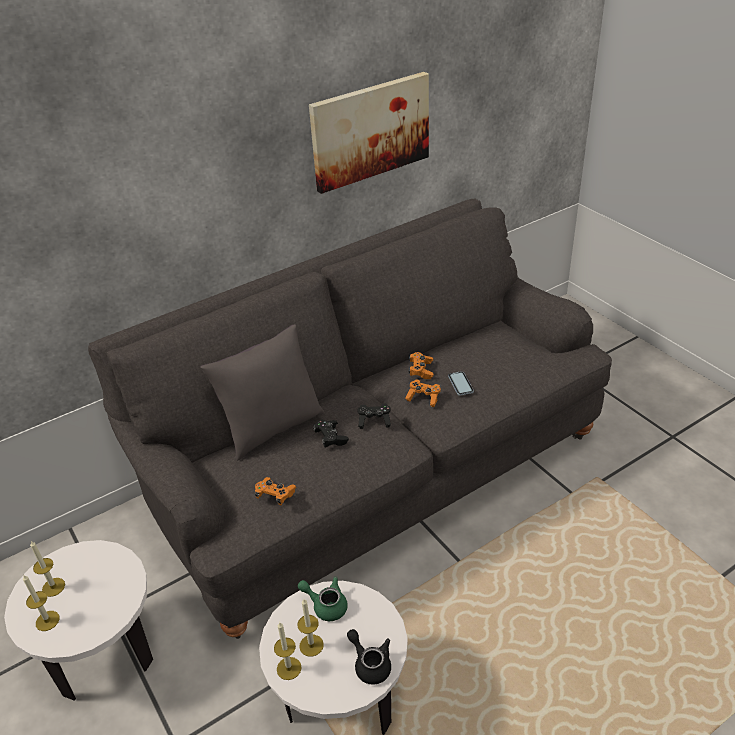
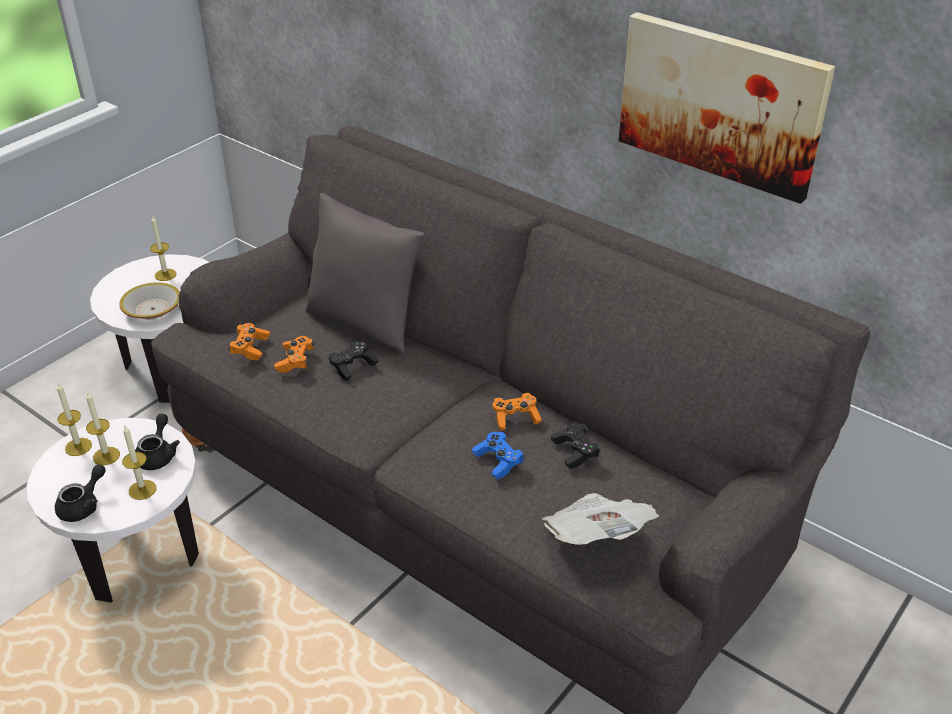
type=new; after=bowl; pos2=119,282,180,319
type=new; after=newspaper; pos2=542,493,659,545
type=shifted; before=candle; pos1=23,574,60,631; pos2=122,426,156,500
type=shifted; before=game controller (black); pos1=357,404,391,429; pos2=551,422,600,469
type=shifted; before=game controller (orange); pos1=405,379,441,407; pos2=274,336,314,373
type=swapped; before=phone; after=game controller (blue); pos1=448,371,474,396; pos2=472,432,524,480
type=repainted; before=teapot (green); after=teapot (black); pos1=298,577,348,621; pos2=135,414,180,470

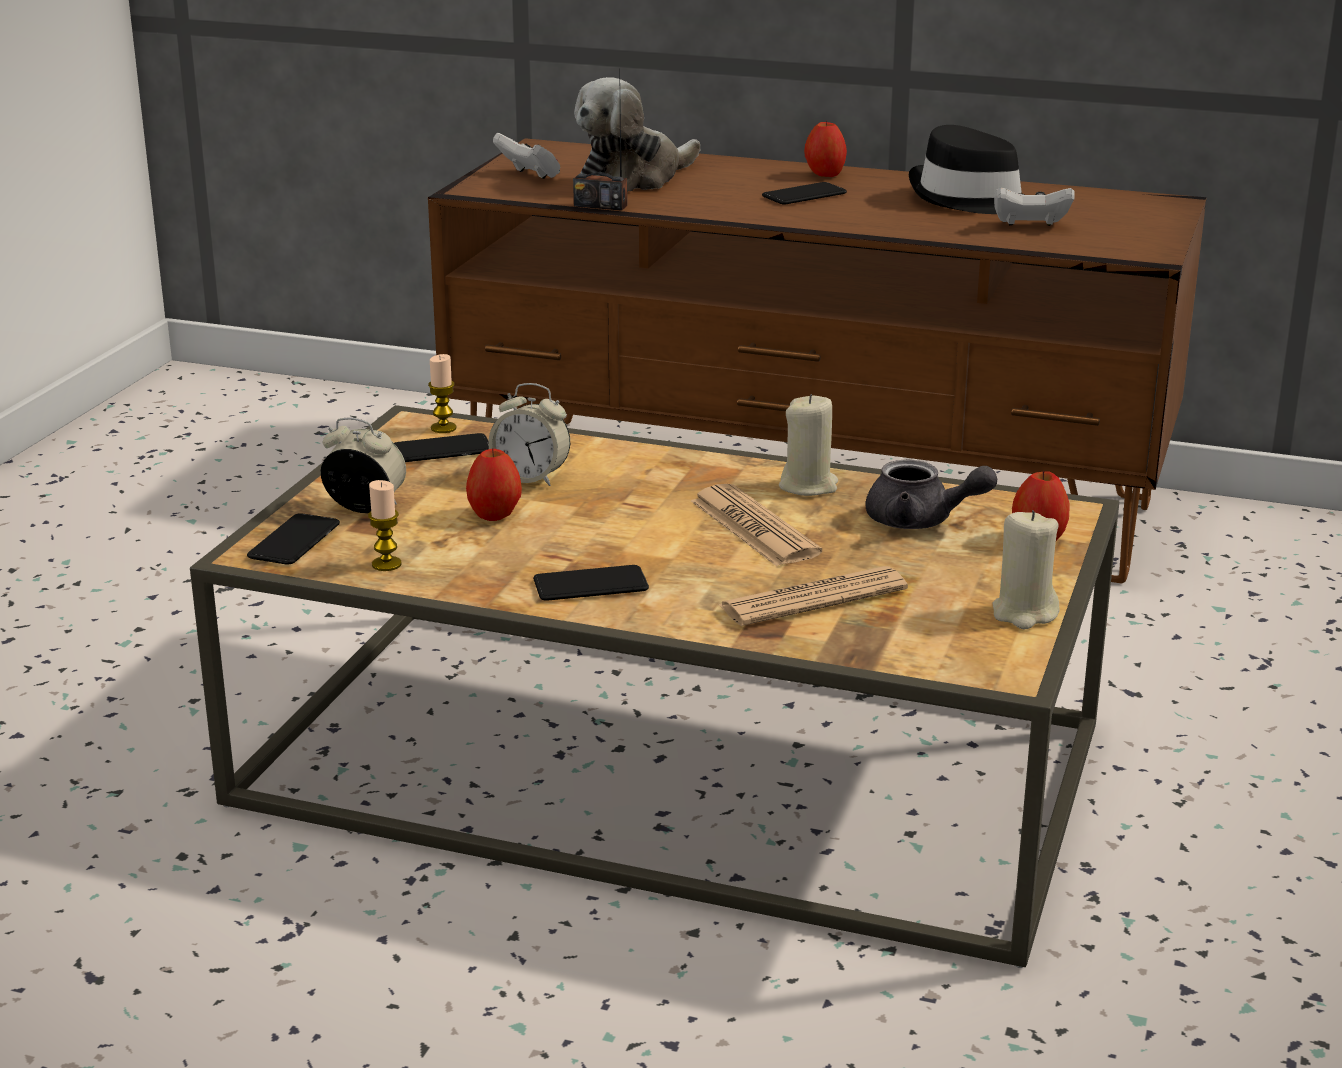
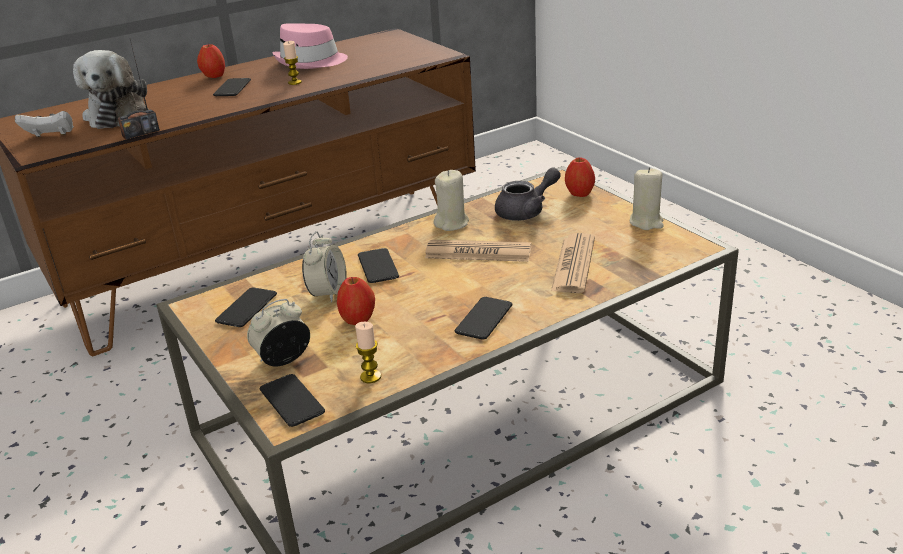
type=gone; before=game controller (white); pos1=994,187,1075,226
type=new; after=phone; pos2=358,248,399,283
type=shifted; before=candle; pos1=428,354,457,433; pos2=283,41,302,85
type=repainted; before=hat (black); after=hat (pink); pos1=909,125,1022,214; pos2=272,23,348,69
type=rotated; before=alarm clock; pos1=488,383,570,486; pos2=302,231,347,303; turn=-45

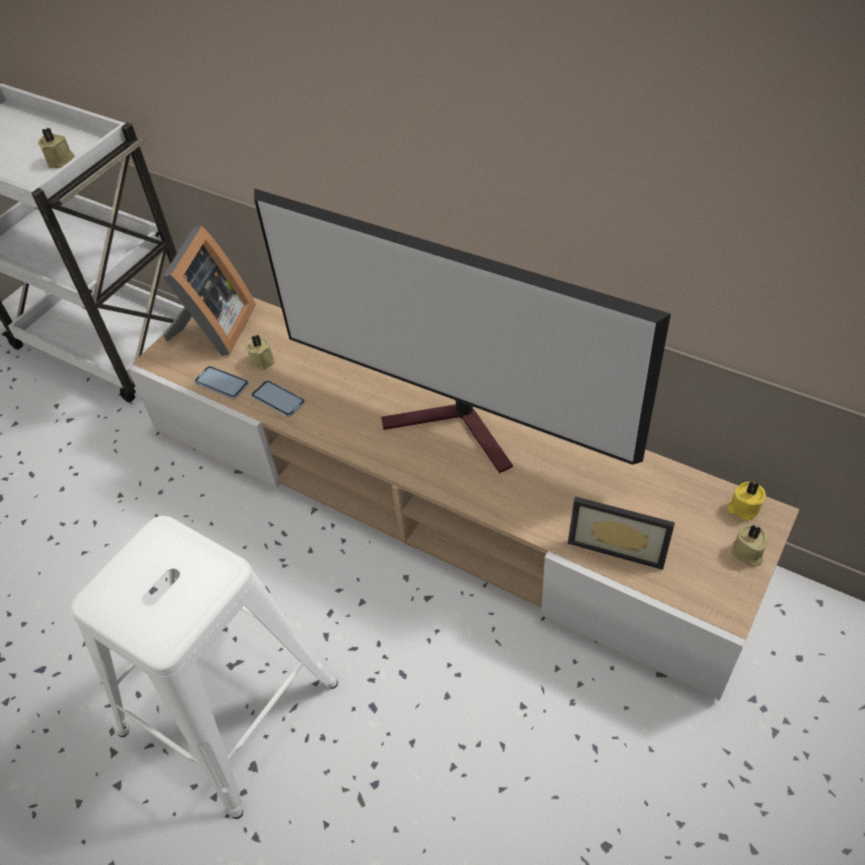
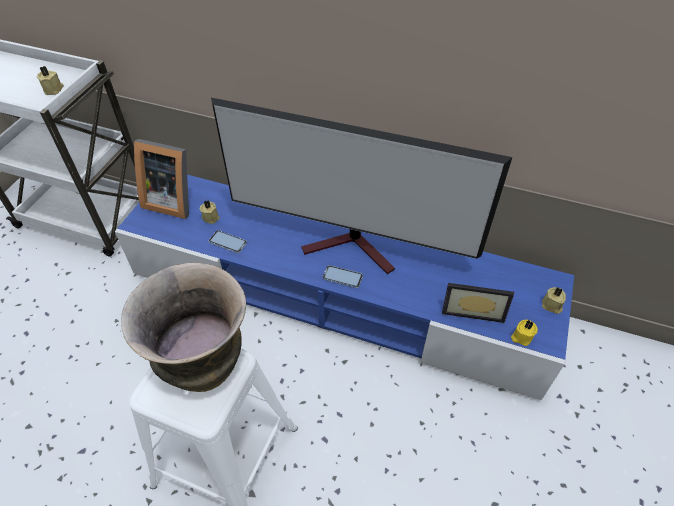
type=new; after=vase; pos2=121,262,246,392
type=shifted; before=phone; pos1=195,366,249,399; pos2=323,265,363,288
type=shifted; before=candle (yellow); pos1=727,482,766,521; pos2=511,320,538,346
type=repainted; before=tv stand (beige); after=tv stand (blue); pos1=127,297,800,701; pos2=115,175,574,400
type=rotated; before=picture frame; pos1=163,226,256,356; pos2=134,139,189,219; turn=105

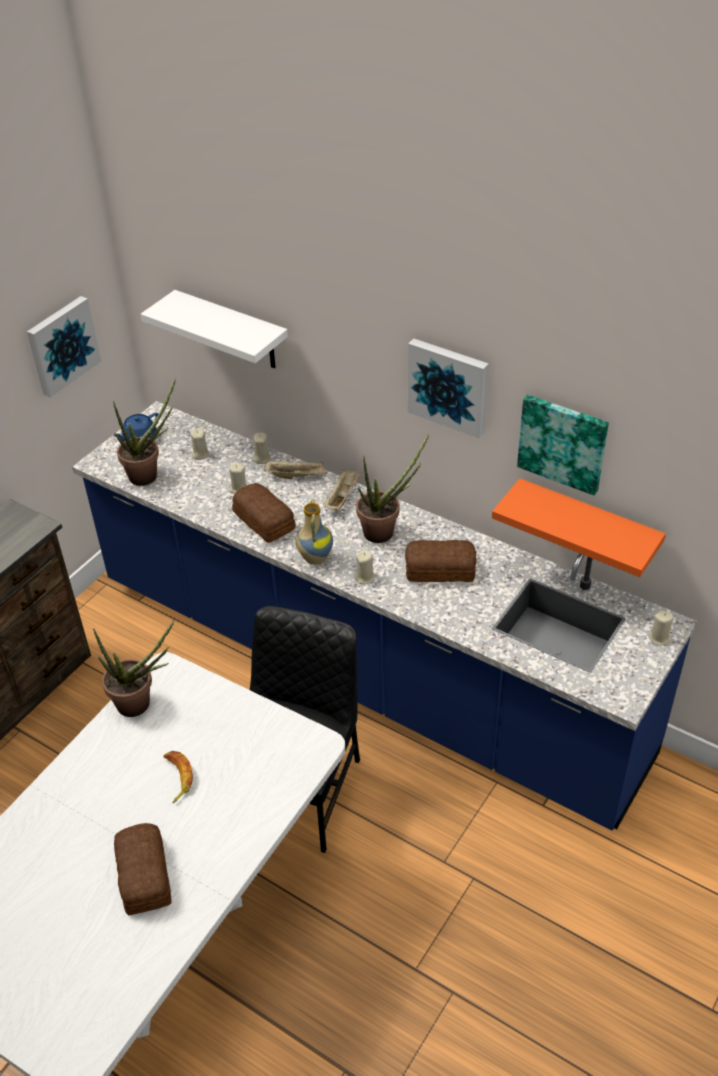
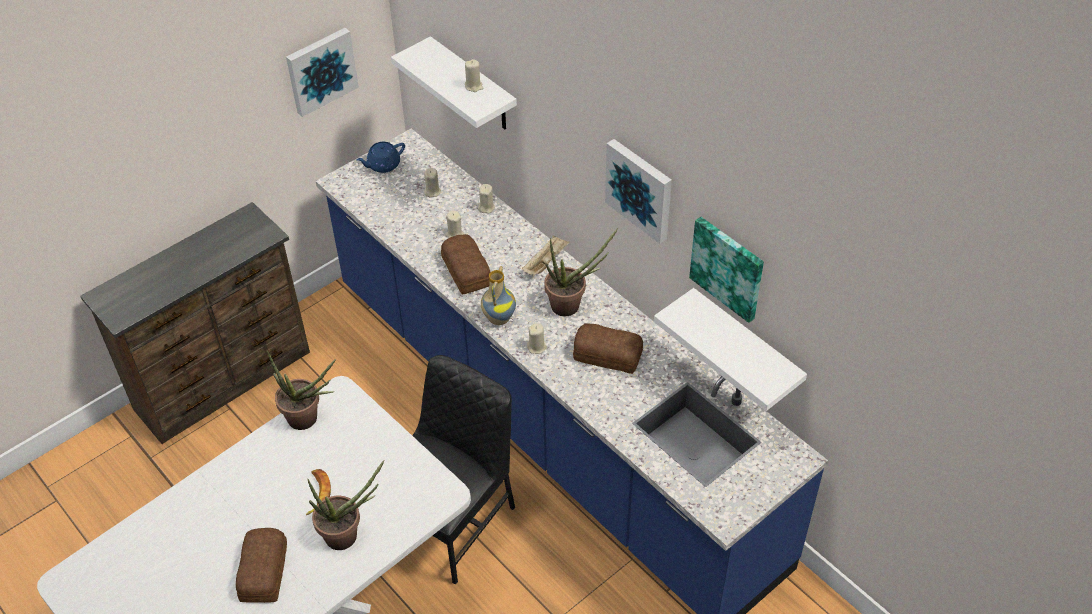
type=gone; before=tray (beige); pos1=264,460,324,479
type=shifted; before=potted plant; pos1=113,378,176,486; pos2=307,460,384,550
type=shifted; before=candle (beige); pos1=648,610,674,646; pos2=465,59,483,92
type=repainted; before=shelf (orange); after=shelf (white); pos1=492,478,666,577; pos2=654,288,807,411

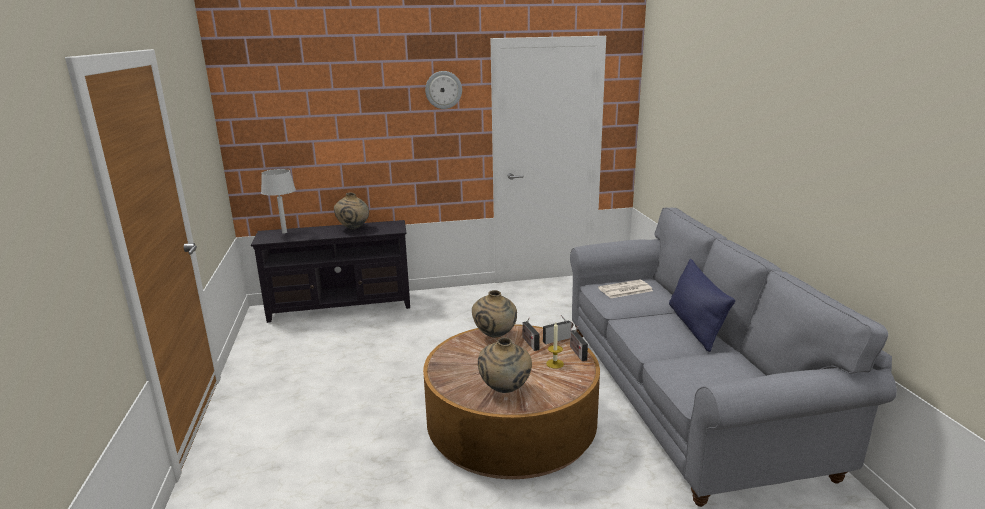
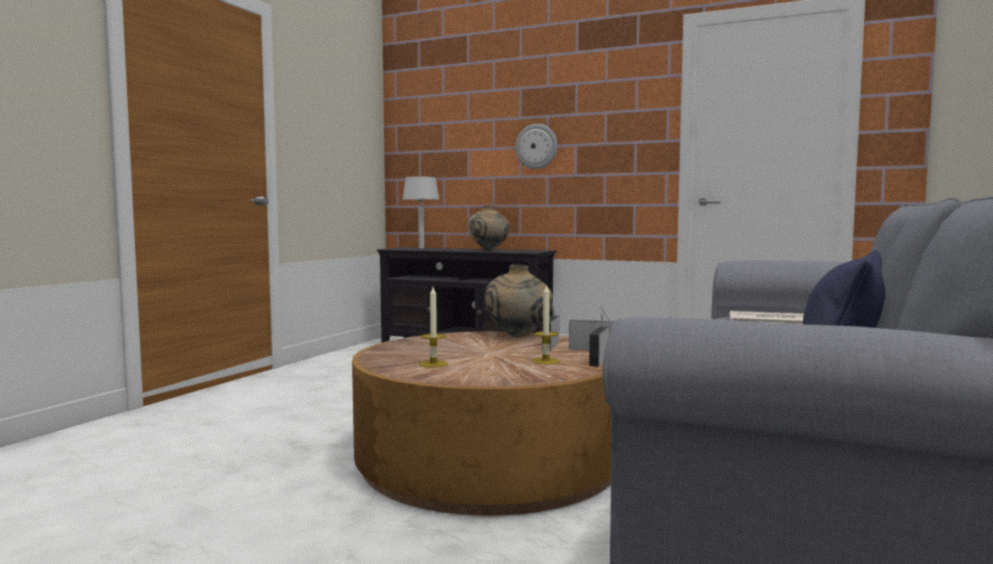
type=shifted; before=wall clock; pos1=425,71,462,109; pos2=516,124,557,169
type=swapped; before=vase (beige); after=candle; pos1=478,337,532,393; pos2=419,287,448,368

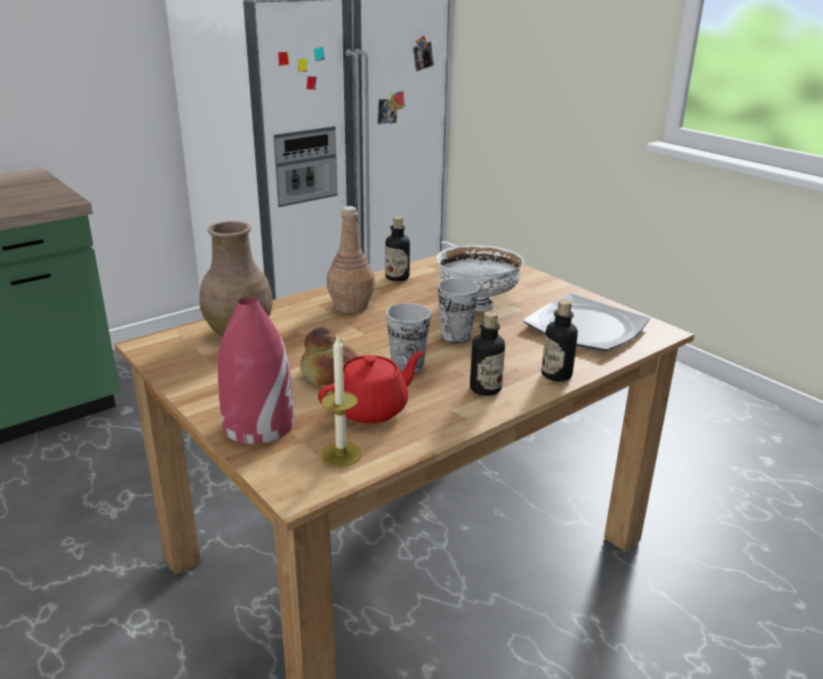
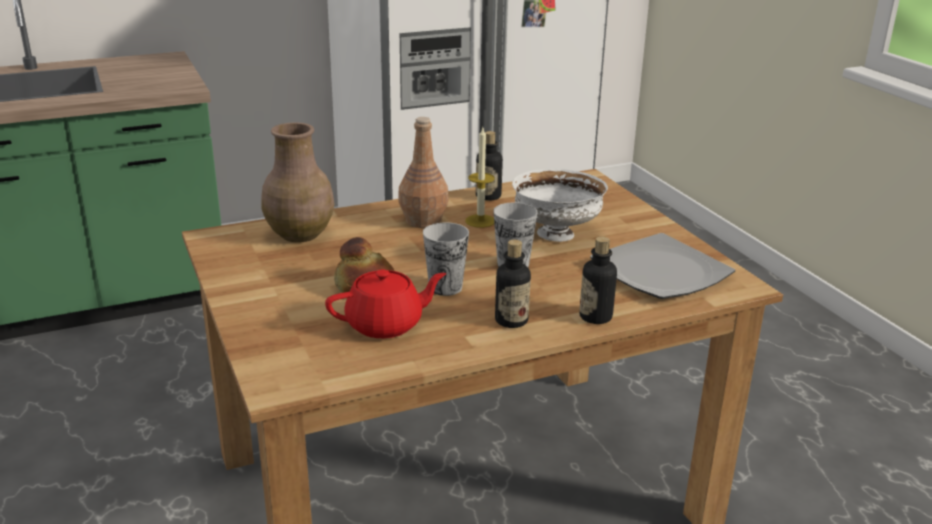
type=gone; before=vase (red); pos1=217,297,294,444
type=shifted; before=candle; pos1=321,335,362,467; pos2=465,128,495,228

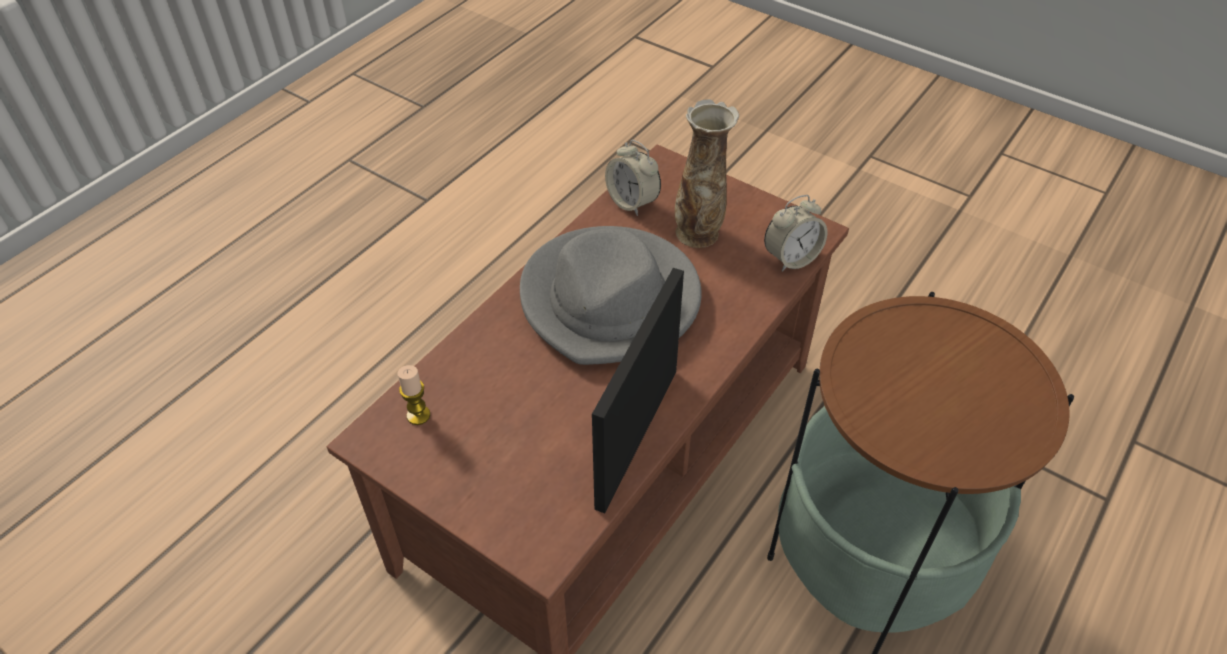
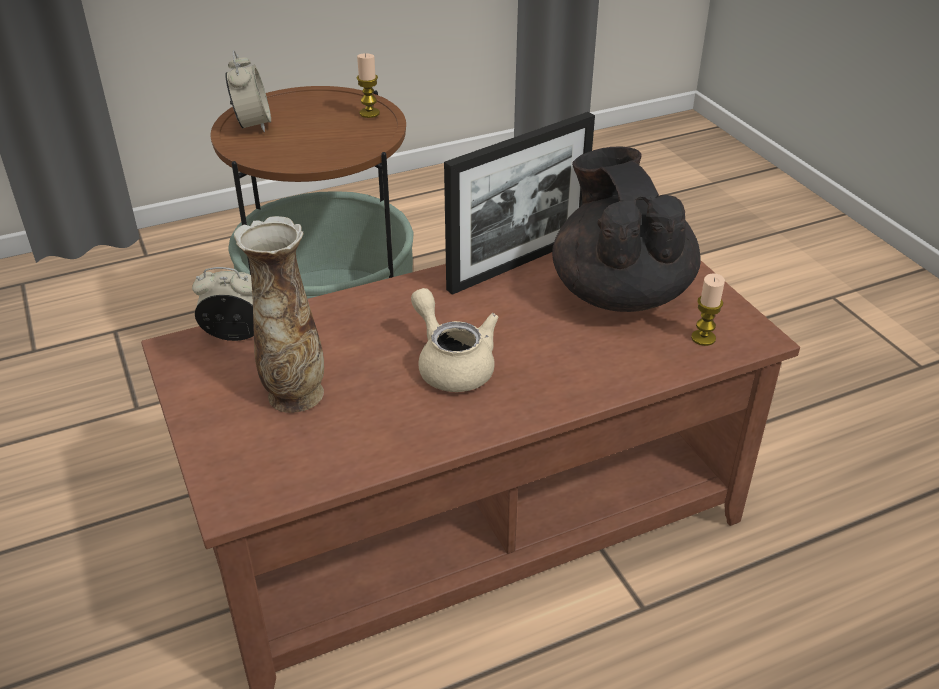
type=new; after=candle; pos2=357,53,380,118
type=new; after=teapot (black); pos2=552,146,701,312
type=shifted; before=alarm clock; pos1=605,140,661,216; pos2=225,50,271,132
type=swapped; before=hat (grey); after=teapot (beige); pos1=520,226,702,365; pos2=411,288,499,392

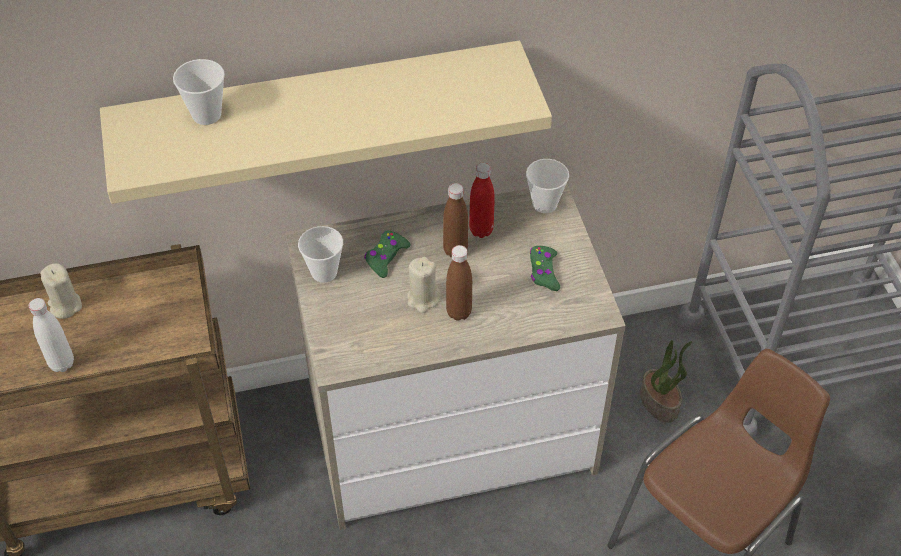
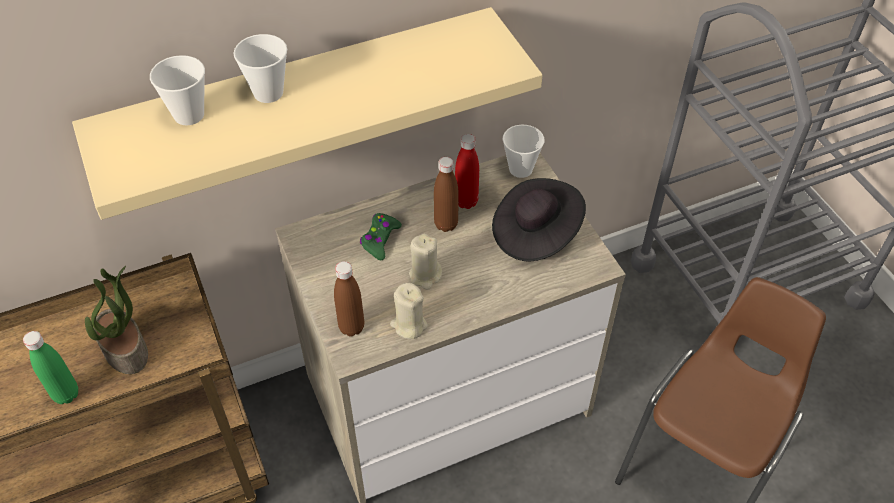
type=shifted; before=candle (beige); pos1=40,263,82,319; pos2=390,282,428,339
type=shifted; before=cup; pos1=298,226,343,283; pos2=233,34,287,103
type=shifted; before=bottle (brown); pos1=446,245,472,321; pos2=334,261,364,336
type=shifted; before=potted plant; pos1=640,340,693,423; pos2=85,266,148,374
type=swapped; before=game controller (green); after=hat (black); pos1=530,246,560,291; pos2=492,178,586,261
type=repainted; before=bottle (white); after=bottle (green); pos1=29,298,74,372; pos2=23,331,78,404

